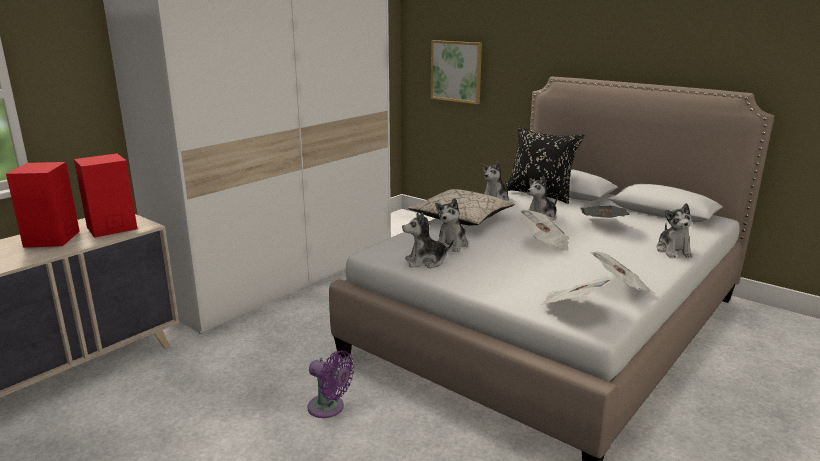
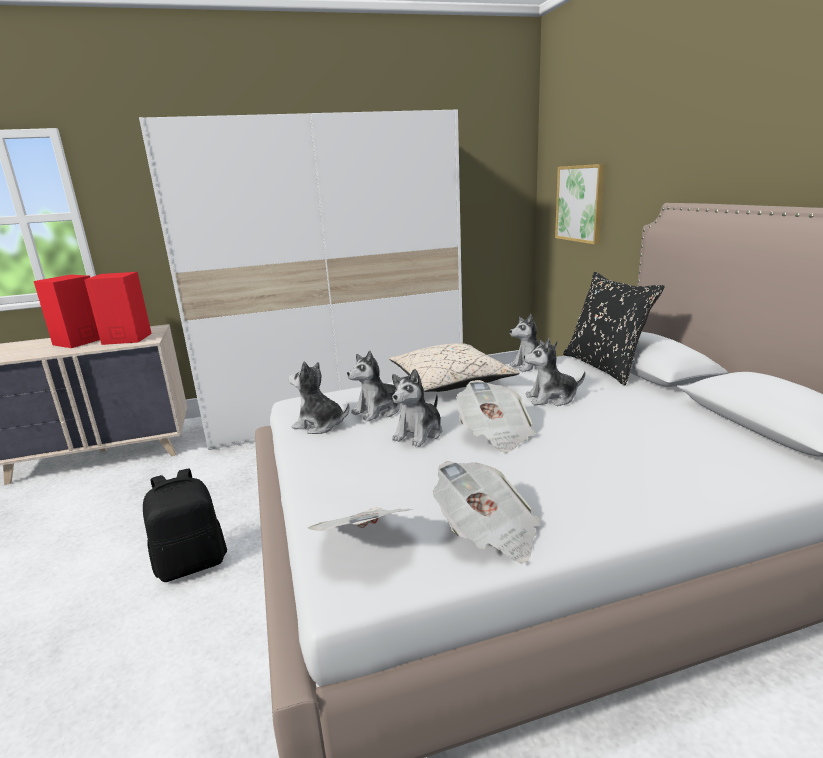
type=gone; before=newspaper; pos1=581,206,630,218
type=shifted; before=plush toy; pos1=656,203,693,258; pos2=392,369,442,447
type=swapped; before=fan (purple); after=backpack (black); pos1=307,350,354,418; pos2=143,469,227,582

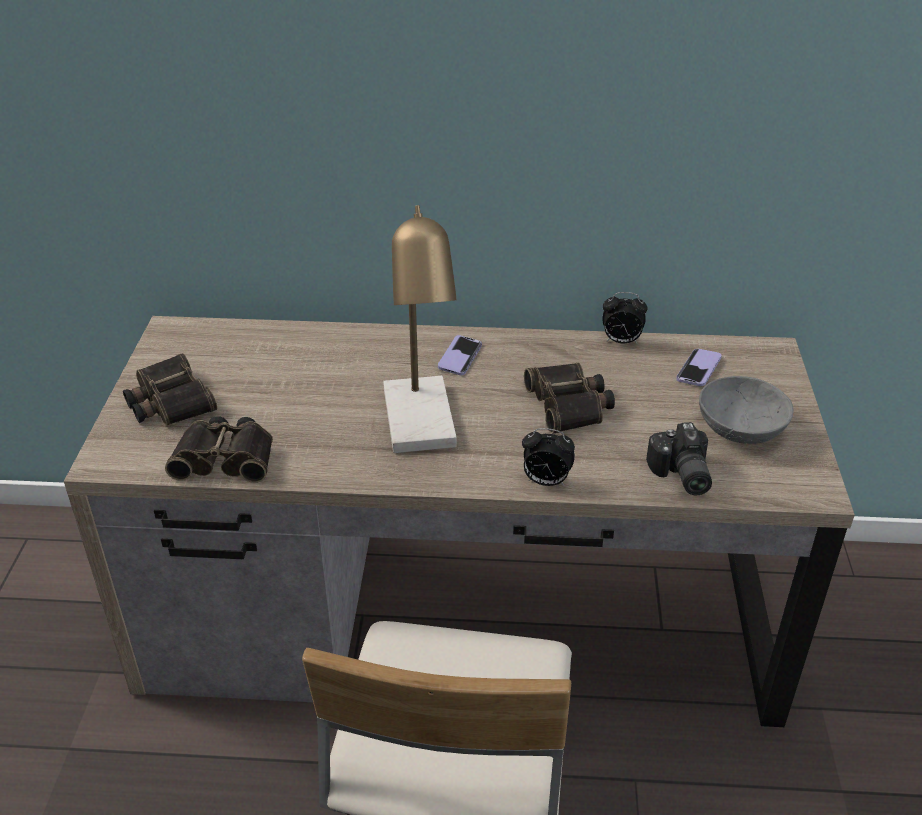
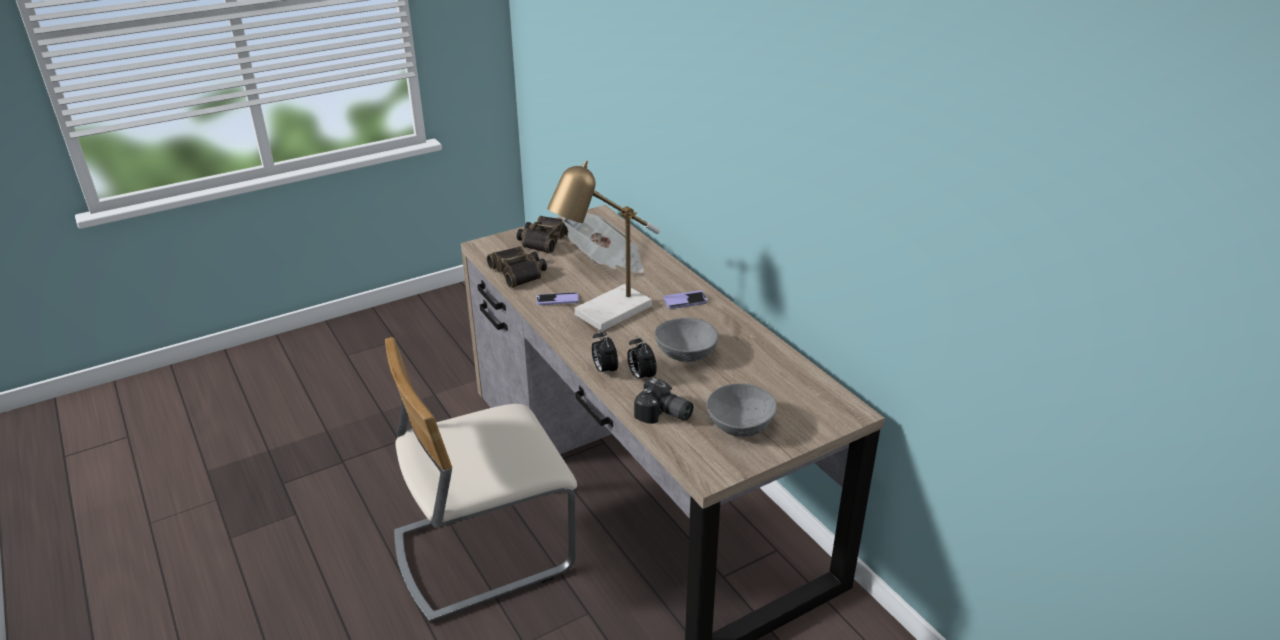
type=new; after=newspaper; pos2=562,213,644,273
type=shifted; before=alarm clock; pos1=602,292,648,343; pos2=627,335,657,382
type=shifted; before=phone; pos1=676,349,722,386; pos2=536,292,579,305
type=swapped; before=binoculars; after=bowl (grey); pos1=524,363,615,434; pos2=655,318,718,362
type=rotated; before=photo camera; pos1=646,422,712,495; pos2=634,378,693,424; turn=-105

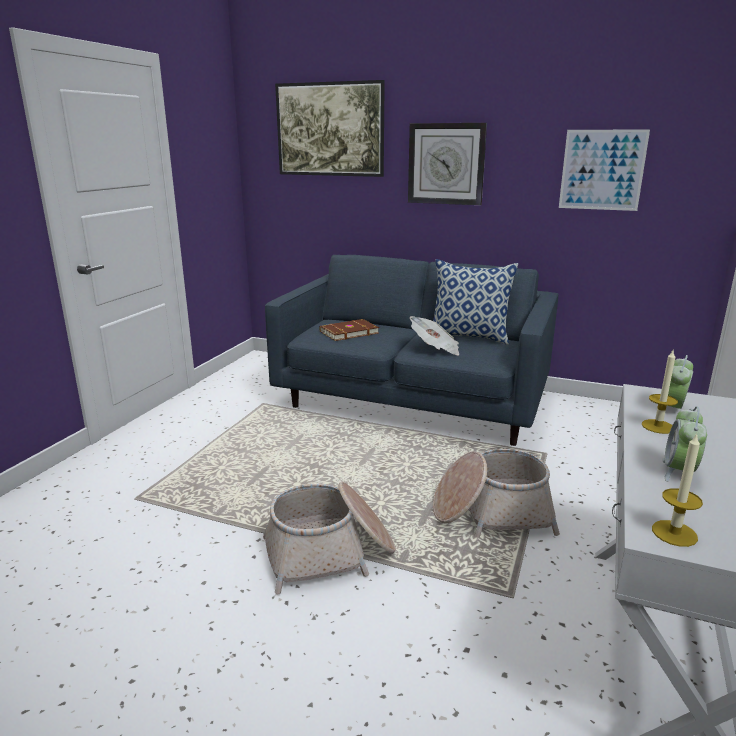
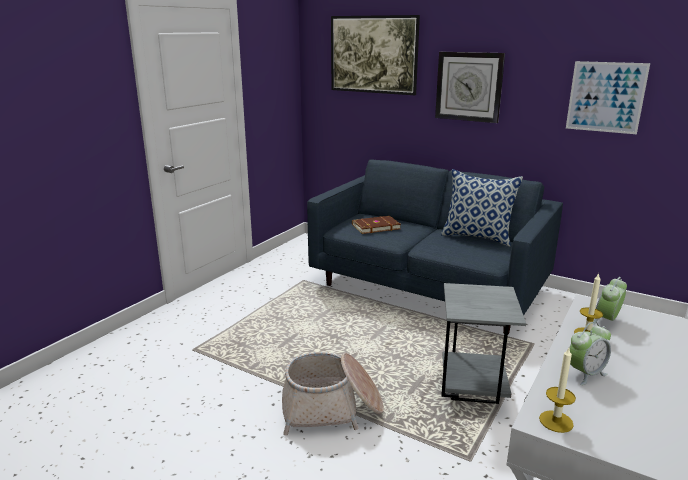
type=gone; before=newspaper; pos1=410,316,459,355
type=swapped; before=basket; after=side table (grey); pos1=433,449,560,538; pos2=441,283,526,404
type=rotated; before=alarm clock; pos1=662,406,707,482; pos2=569,322,611,385; turn=-150

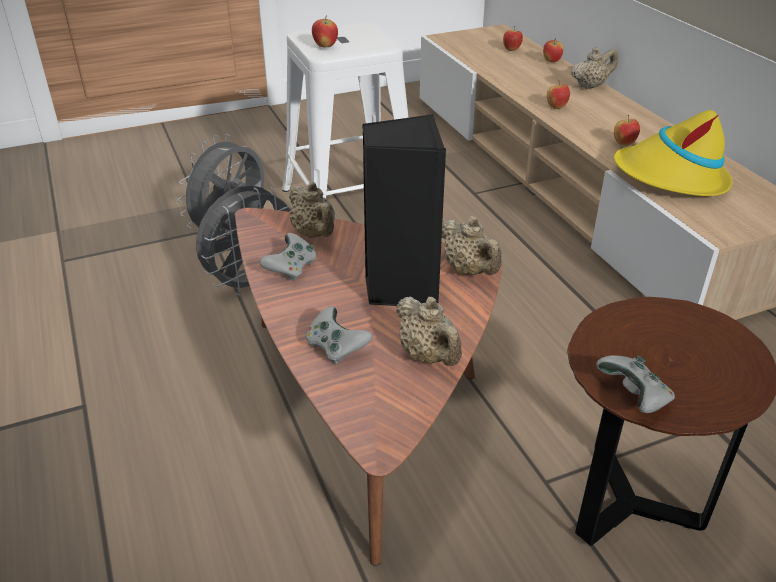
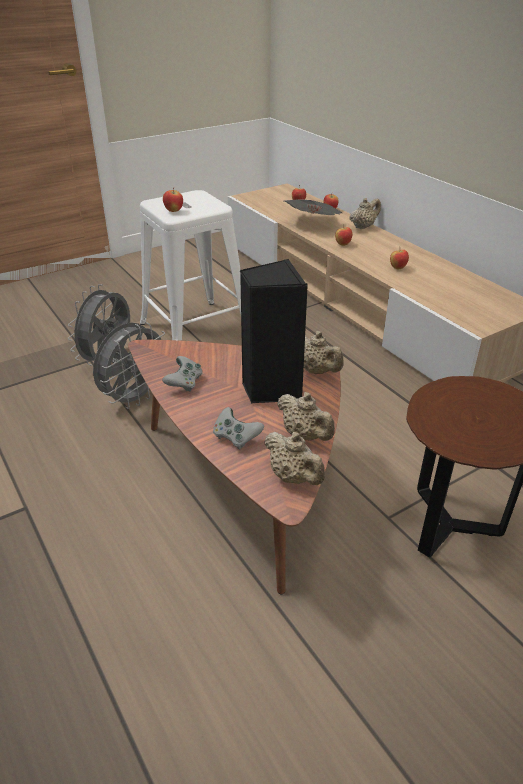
type=gone; before=game controller (grey); pos1=596,355,675,413
type=gone; before=hat (yellow); pos1=614,110,732,196
type=new; after=newspaper; pos2=284,199,342,215
type=shifted; before=teapot (beige); pos1=289,182,335,238; pos2=264,432,325,485

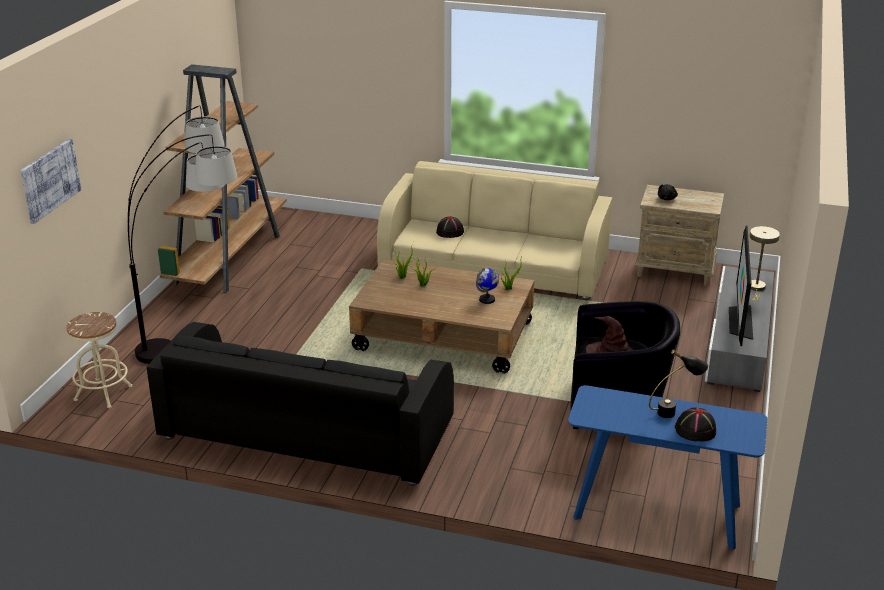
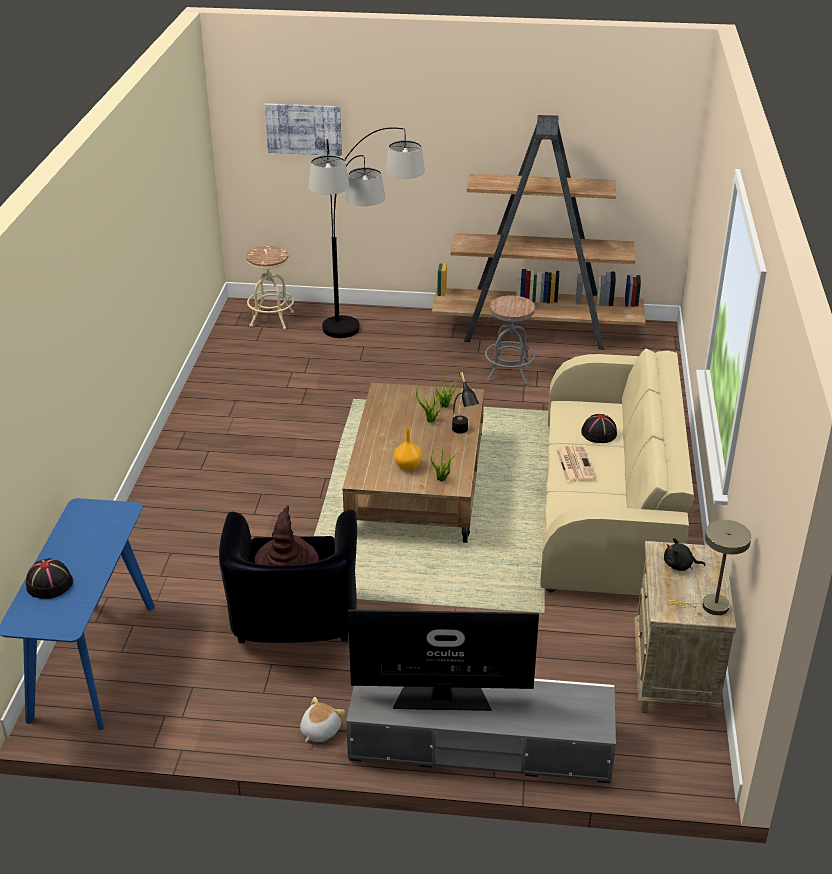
type=gone; before=sofa (black); pos1=147,322,454,486
type=new; after=plush toy; pos2=300,697,345,742
type=new; after=stool (grey); pos2=485,295,535,385
type=new; after=newspaper; pos2=556,446,595,482
type=shifted; before=table lamp (black); pos1=649,349,708,418; pos2=452,372,479,434
type=shifted; before=table lamp (beige); pos1=750,226,780,301; pos2=668,520,752,615
type=swapped; before=globe; after=vase (orange); pos1=476,268,499,304; pos2=394,428,422,471

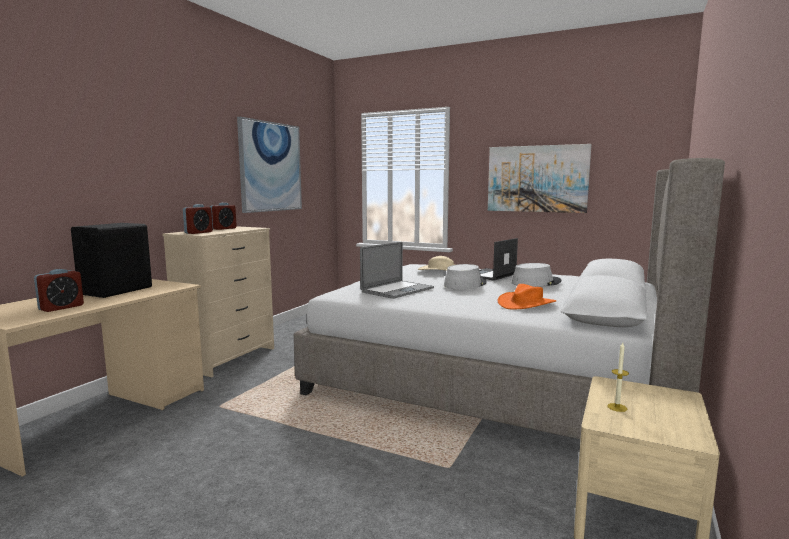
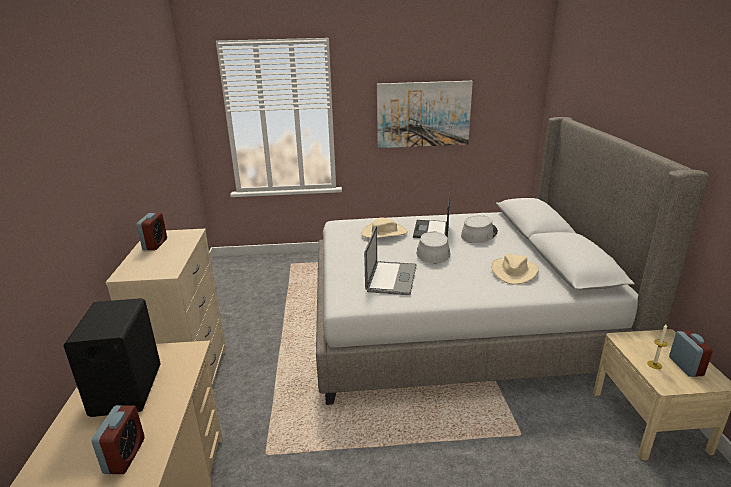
type=gone; before=picture; pos1=237,117,302,213
type=shifted; before=alarm clock; pos1=183,204,213,234; pos2=669,331,713,377
type=repainted; before=hat (orange); after=hat (beige); pos1=498,284,556,309; pos2=491,254,539,285

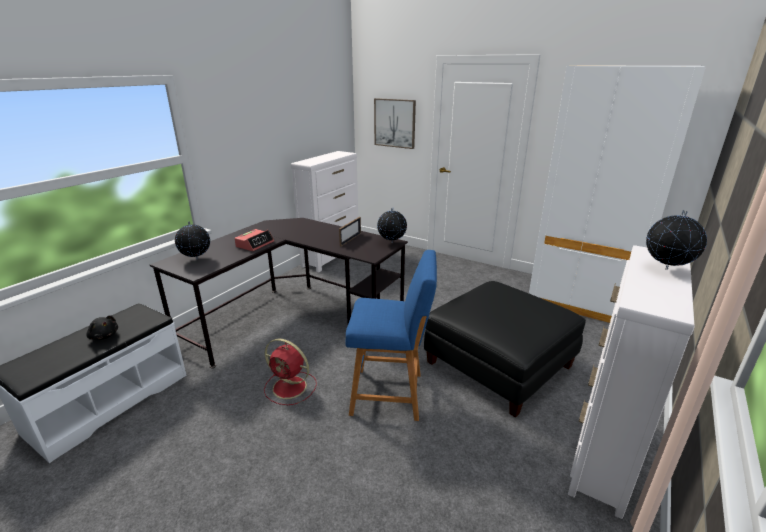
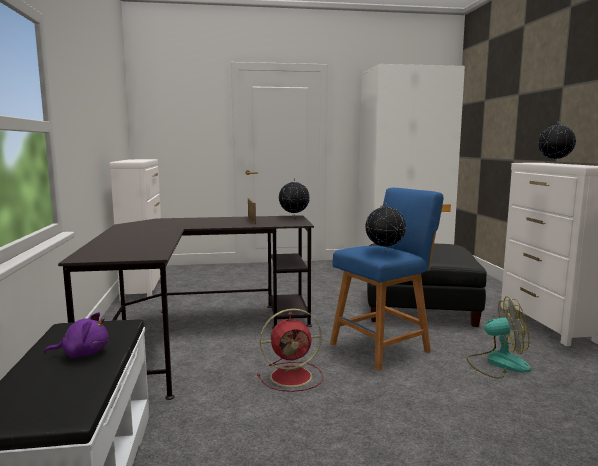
type=gone; before=alarm clock; pos1=234,229,274,251
type=gone; before=picture; pos1=374,98,416,149
type=new; after=fan; pos2=466,297,531,379
type=shifted; before=globe; pos1=175,221,210,260; pos2=365,202,406,252
type=repainted; before=plush toy (black); after=plush toy (purple); pos1=86,315,118,340; pos2=44,312,109,358

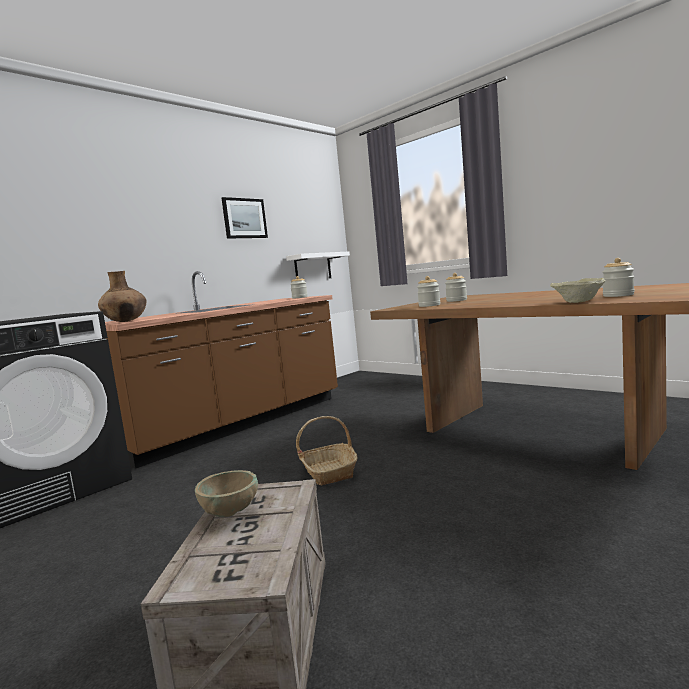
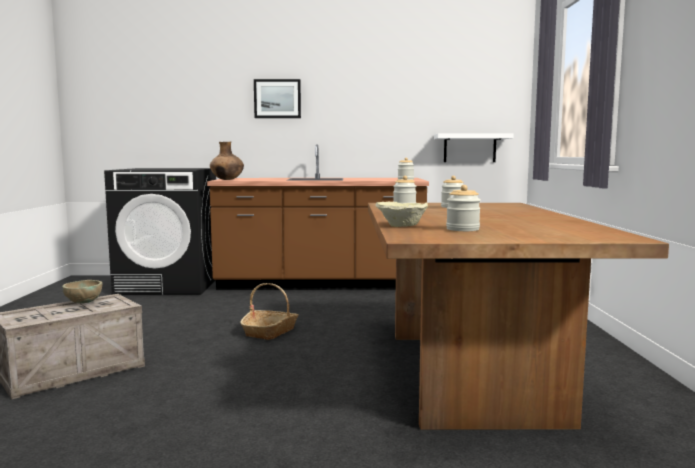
type=shifted; before=picture; pos1=222,197,268,239; pos2=254,79,301,118

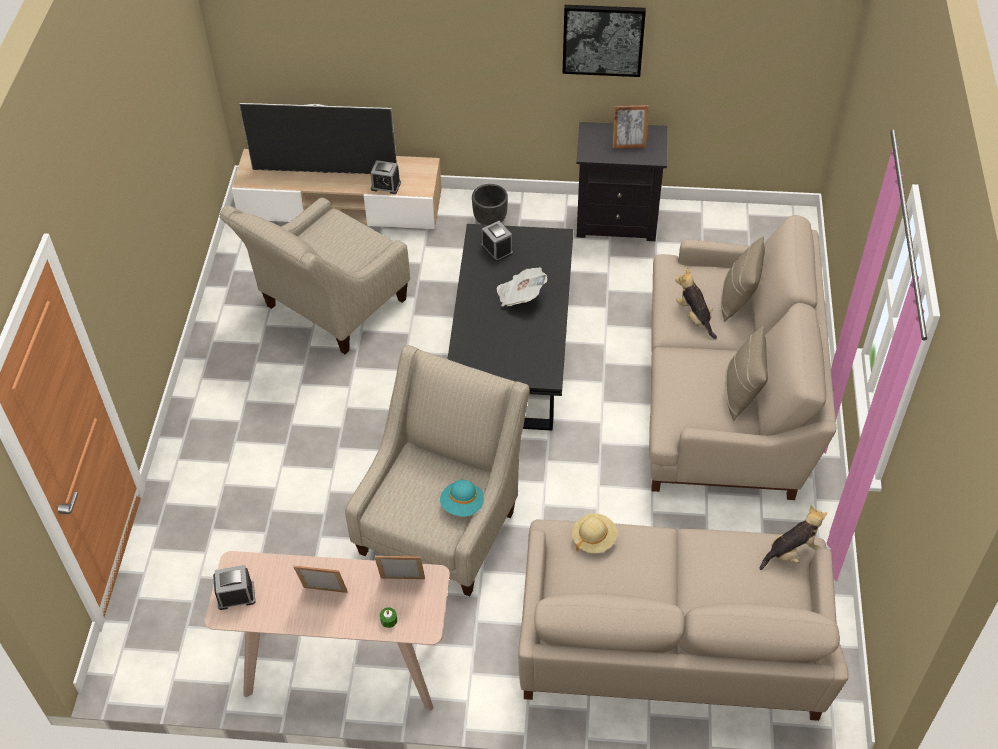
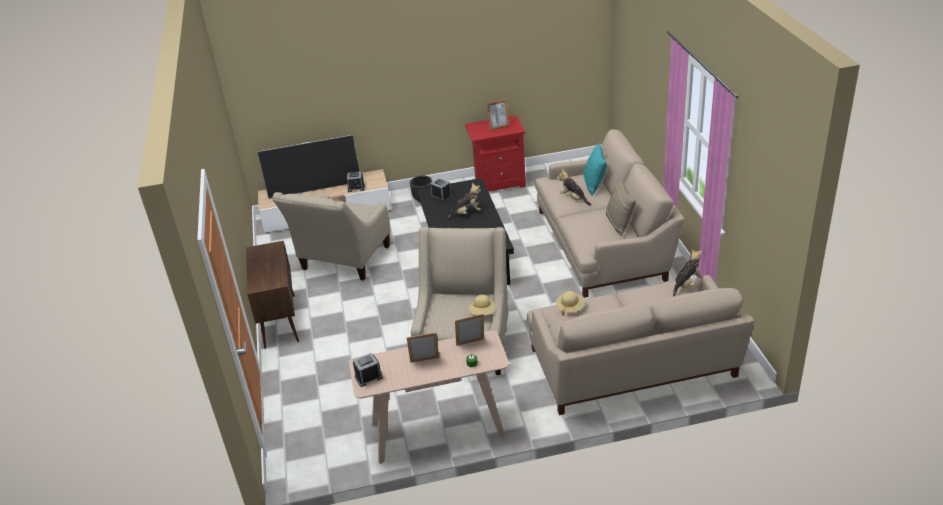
type=gone; before=picture; pos1=562,5,646,77
type=new; after=cabinet (brown); pos2=246,241,299,349
type=swapped; before=newspaper; after=plush toy; pos1=496,267,547,307; pos2=447,183,481,219
type=repainted; before=hat (turquoise); after=hat (beige); pos1=440,480,484,516; pos2=468,295,496,315
type=repainted; before=nightstand (black); after=nightstand (red); pos1=577,122,667,241; pos2=465,115,526,192
type=repainted; before=pillow (beige); after=pillow (turquoise); pos1=721,236,765,322; pos2=583,143,607,196

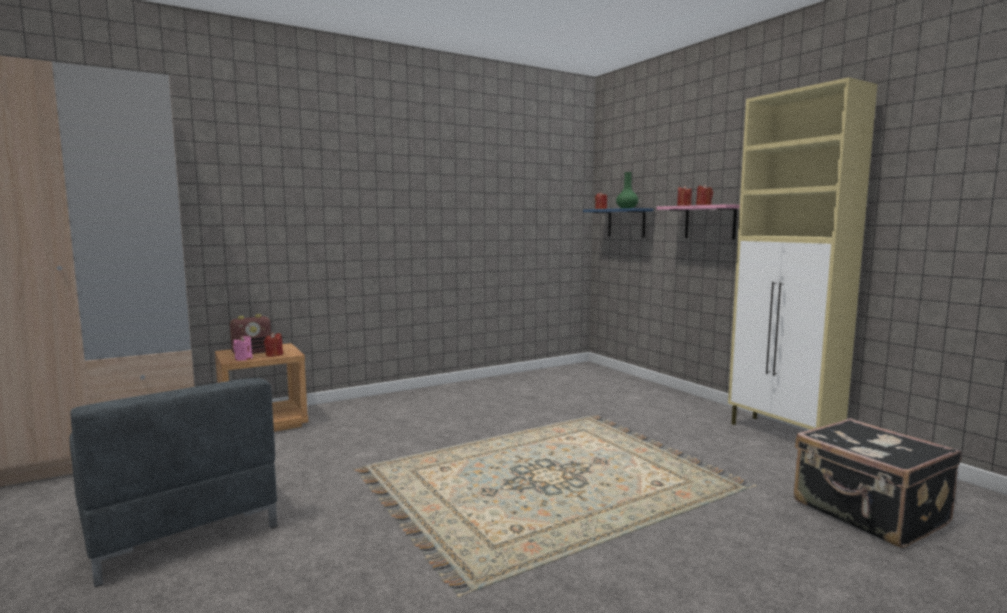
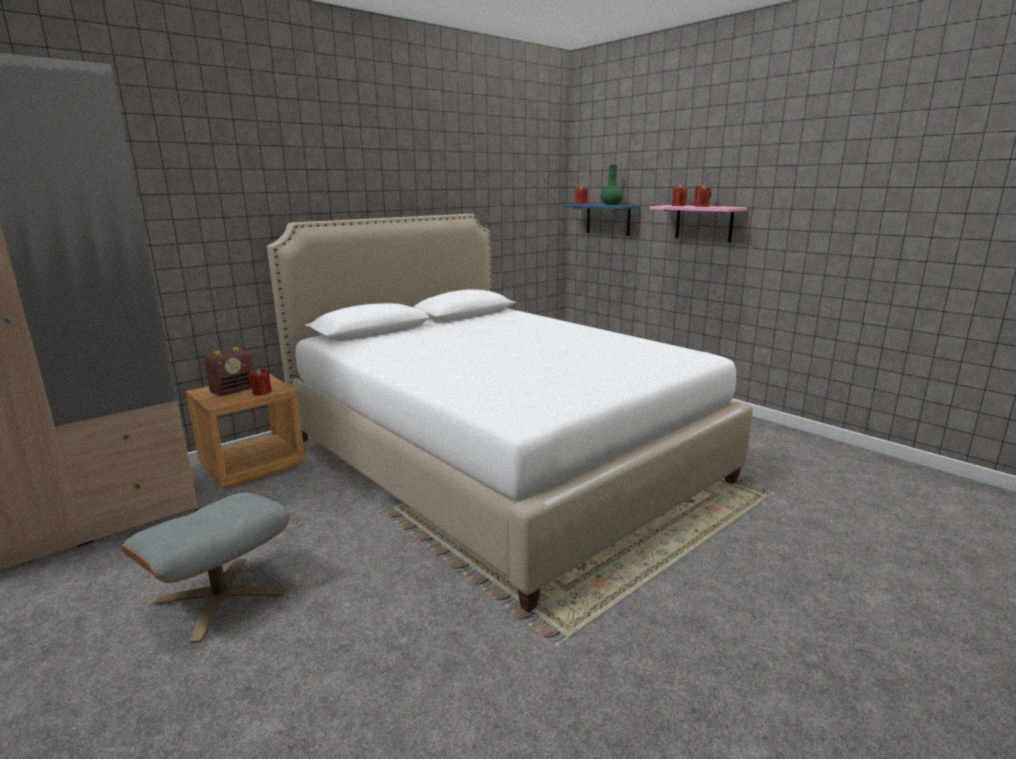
type=gone; before=candle (pink); pos1=233,336,253,361
type=gone; before=cabinet (beige); pos1=728,77,877,430
type=gone; before=suitcase (black); pos1=794,418,961,548
type=new; after=bed (white); pos2=267,214,753,613
type=swapped; before=armchair (grey); after=ottoman (grey); pos1=69,378,277,587; pos2=121,492,289,643

